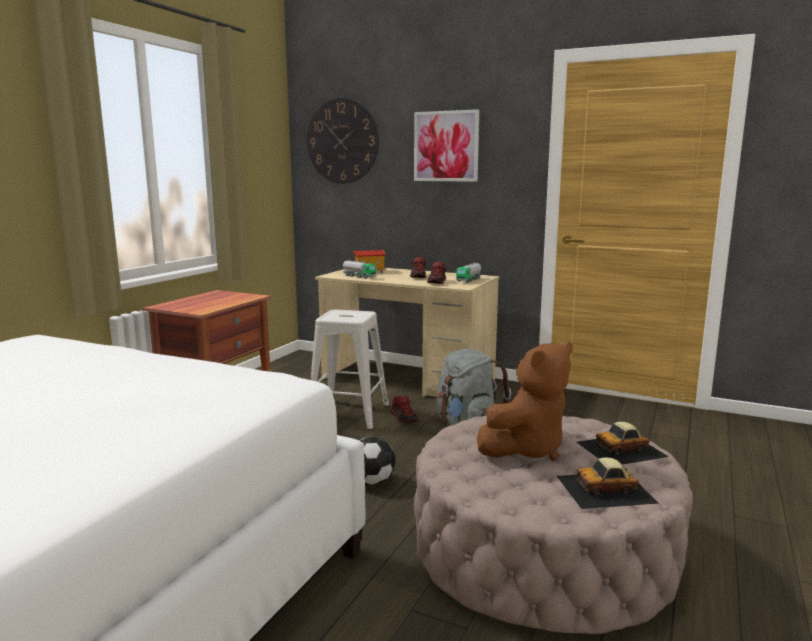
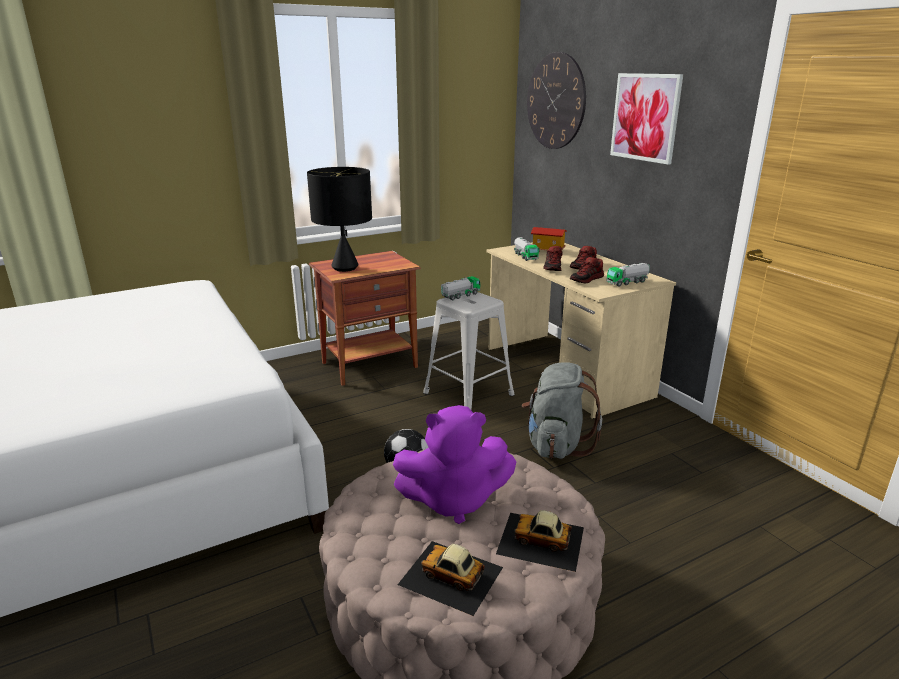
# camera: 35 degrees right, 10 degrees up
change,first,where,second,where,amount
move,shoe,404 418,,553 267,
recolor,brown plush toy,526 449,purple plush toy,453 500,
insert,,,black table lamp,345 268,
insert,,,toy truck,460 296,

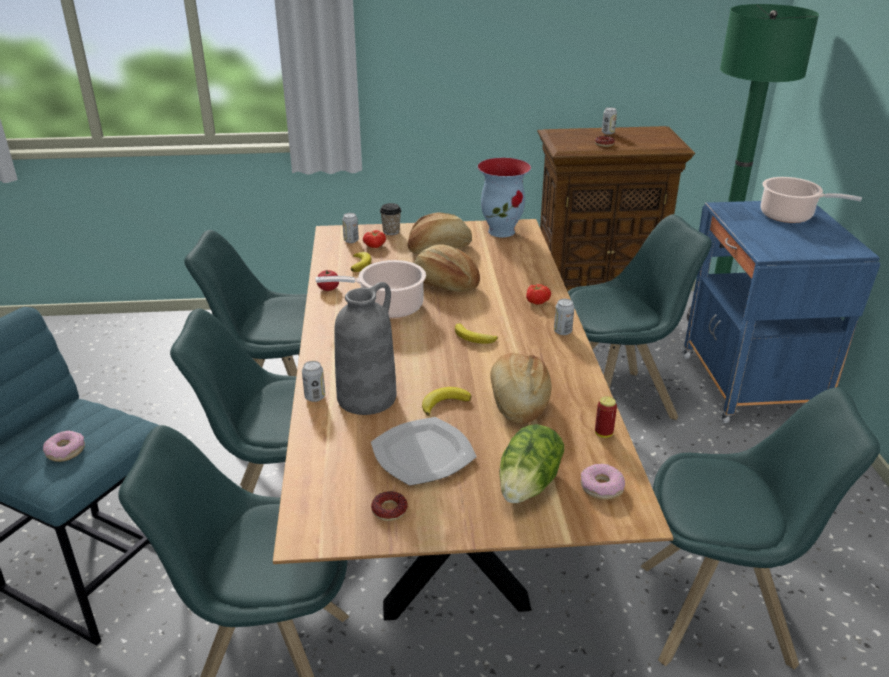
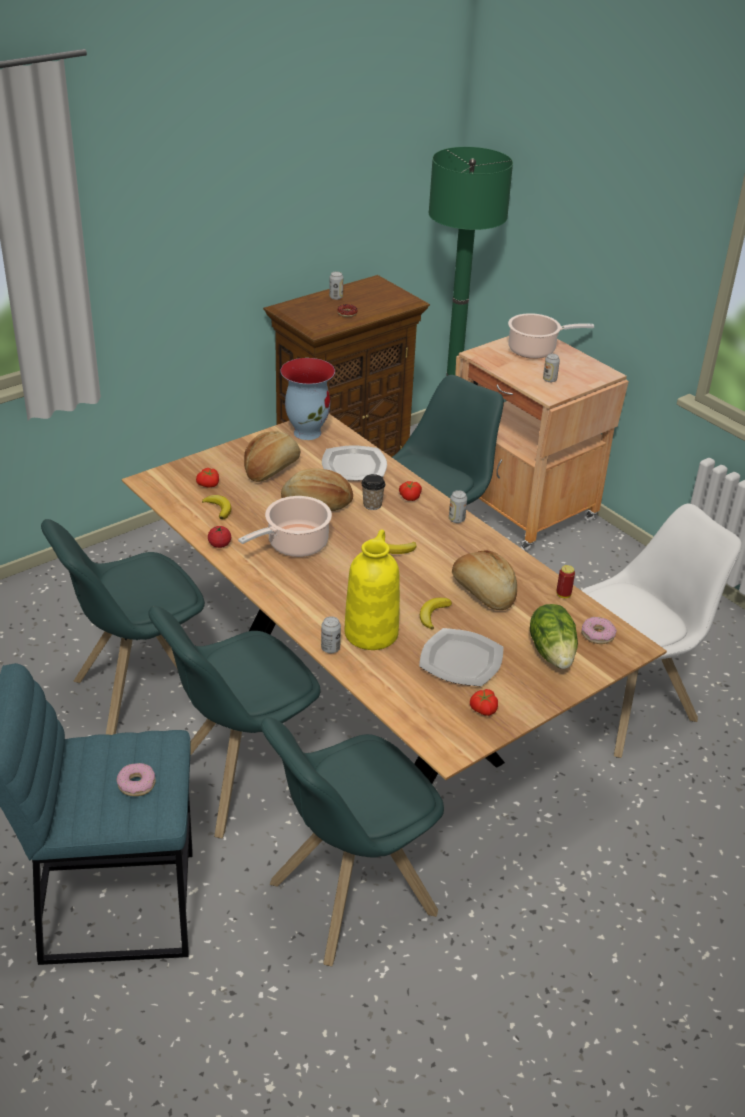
# camera: 35 degrees left, 5 degrees up
change,first,where,second,where,amount
recolor,grey vase,367 397,yellow vase,371 632,
move,can,351 240,,549 379,
replace,donut,389 510,tomato,483 709,
move,cup,391 231,,372 505,
recolor,turquoise chair,716 615,white chair,627 707,
recolor,blue cart,750 389,brown cart,523 512,
insert,,,plate,355 466,

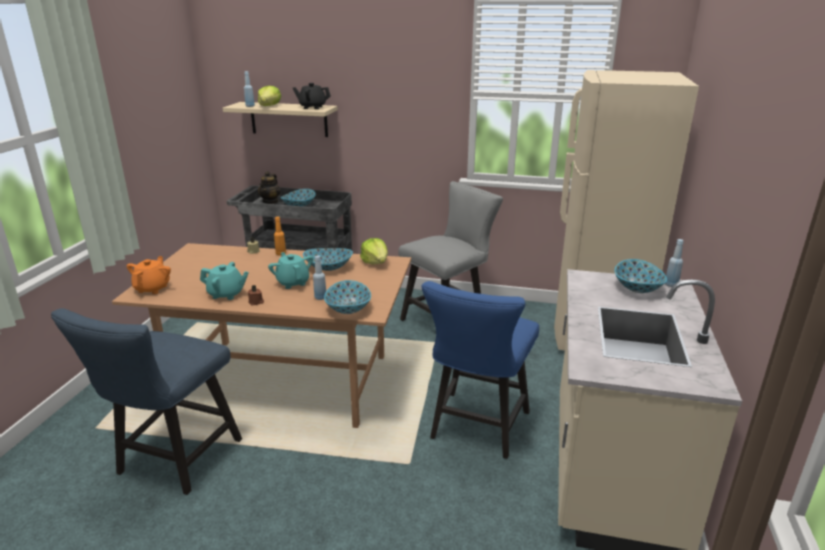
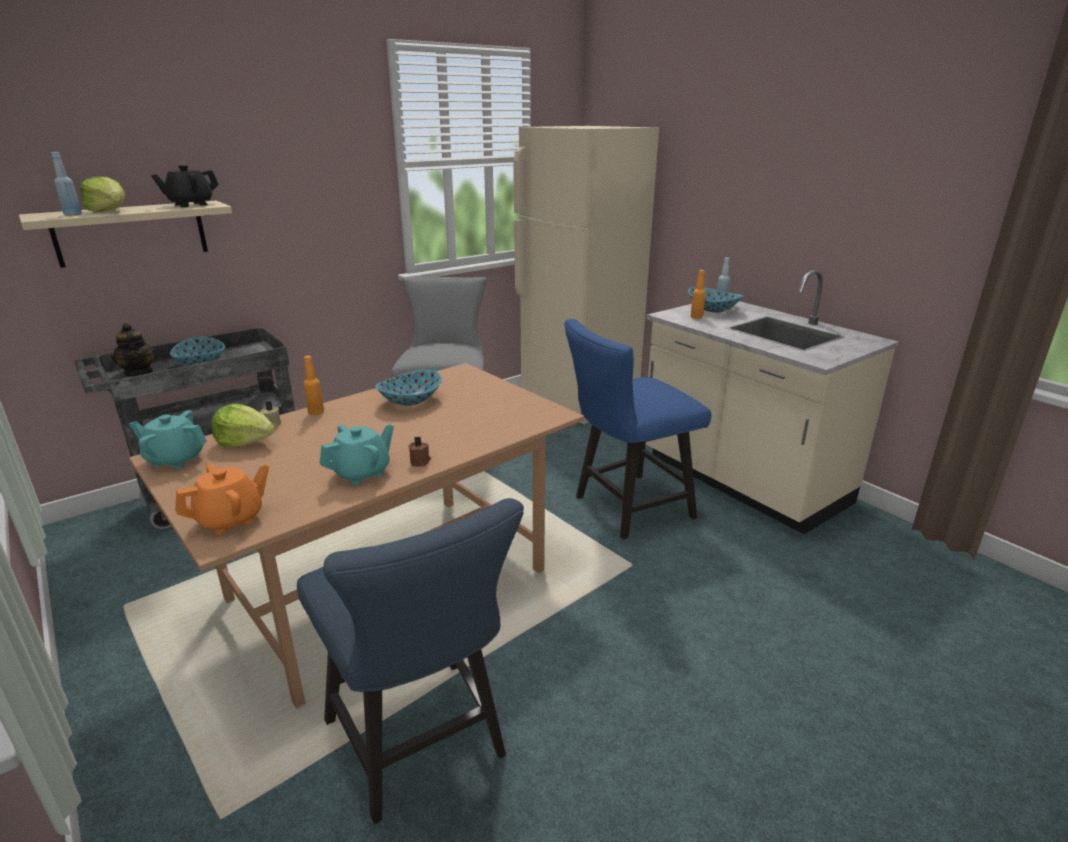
# camera: 50 degrees left, 0 degrees up
change,first,where,second,where,amount
rotate,orange teapot,153 288,,231 519,90 degrees clockwise
move,turquoise teapot,293 282,,175 460,
delete,blue bottle,320 297,,,
delete,bowl,349 309,,,
move,lettuce,375 262,,245 441,
rotate,blue chair,476 429,,626 508,90 degrees clockwise
insert,,,orange bottle,696 317,

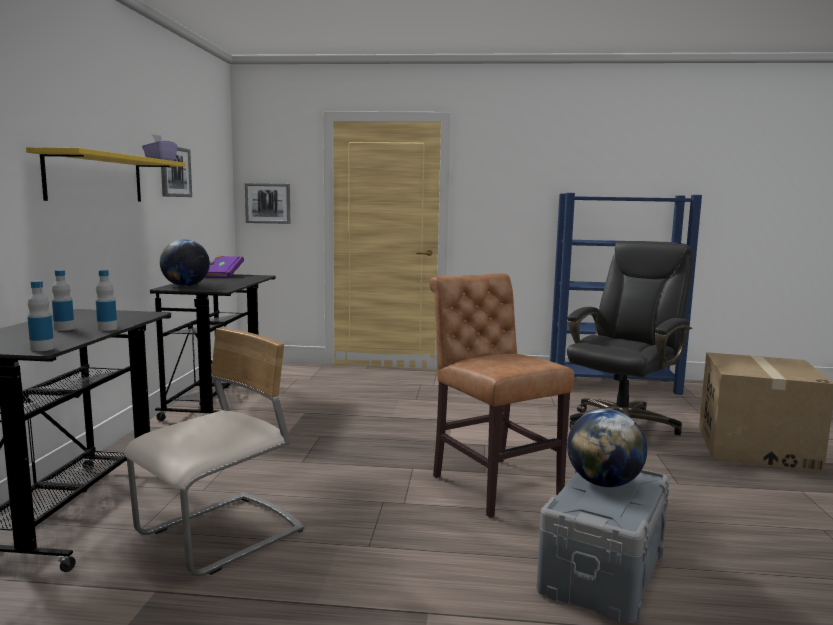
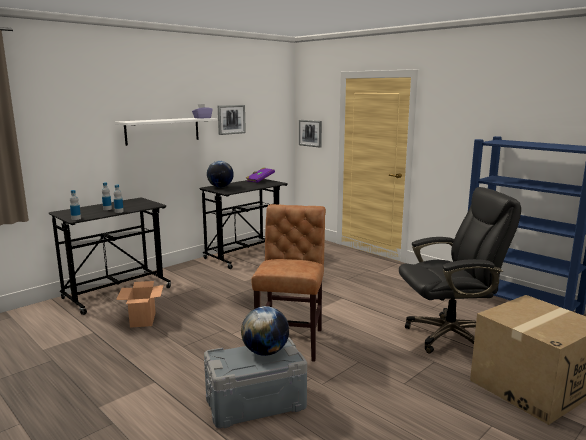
# camera: 40 degrees right, 5 degrees up
change,first,where,second,where,amount
recolor,yellow shelf,96 178,white shelf,163 130,
replace,beige chair,221 535,cardboard box,143 320,

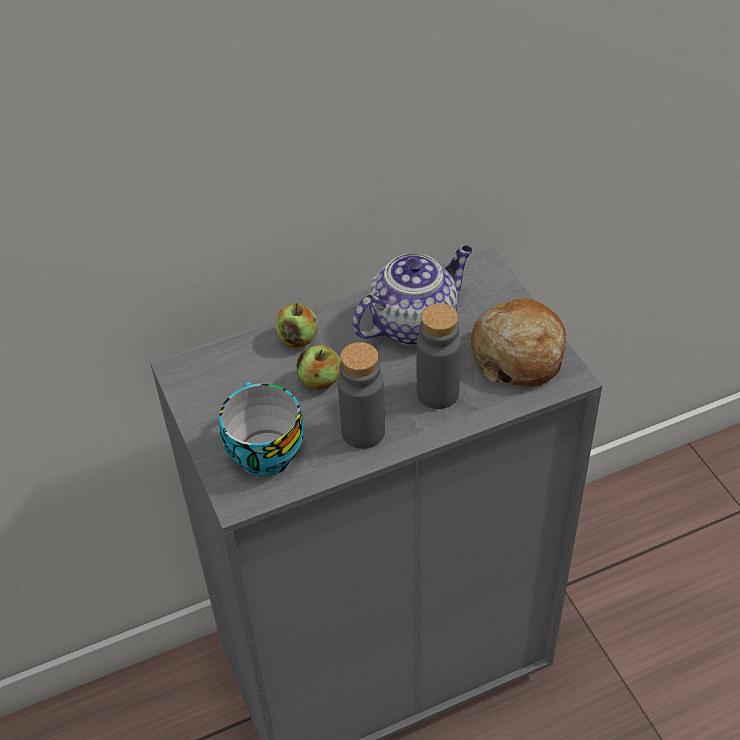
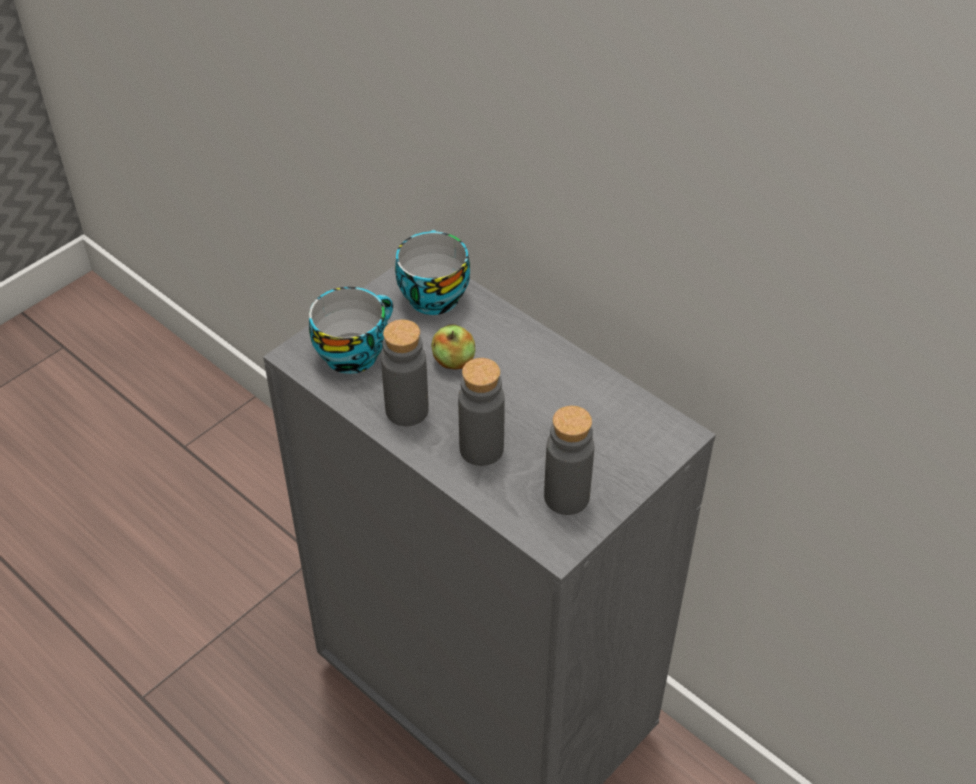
# camera: 65 degrees right, 0 degrees up
change,first,where,second,where,amount
delete,apple,298 339,,,
delete,teapot,414 323,,,
replace,bread,518 354,grey bottle,566 497,
insert,,,cup,431 295,

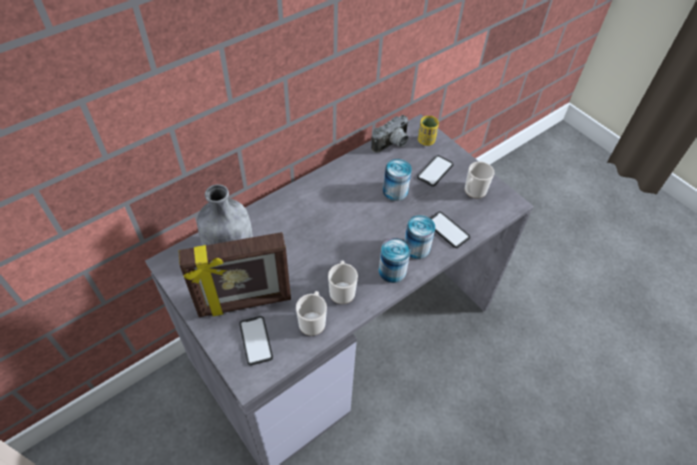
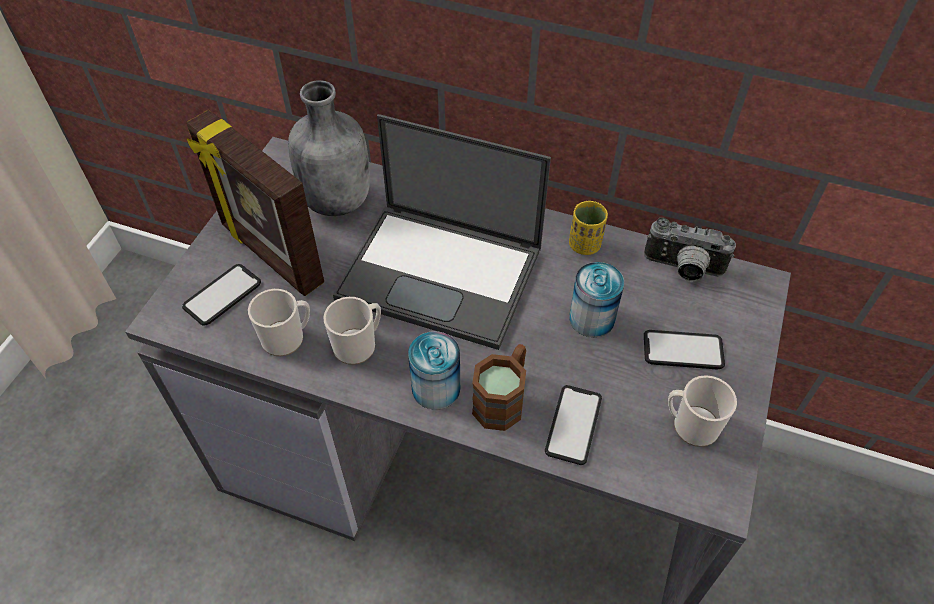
# camera: 60 degrees right, 0 degrees up
change,first,where,second,where,amount
replace,can,416 248,brown mug,503 399,
move,yellow cup,426 141,,584 245,
insert,,,laptop,443 273,

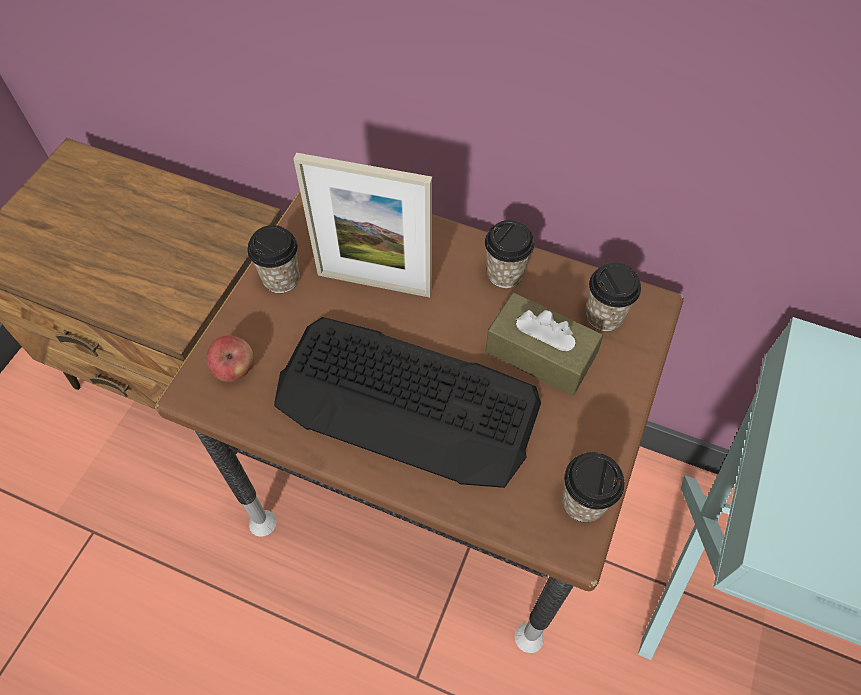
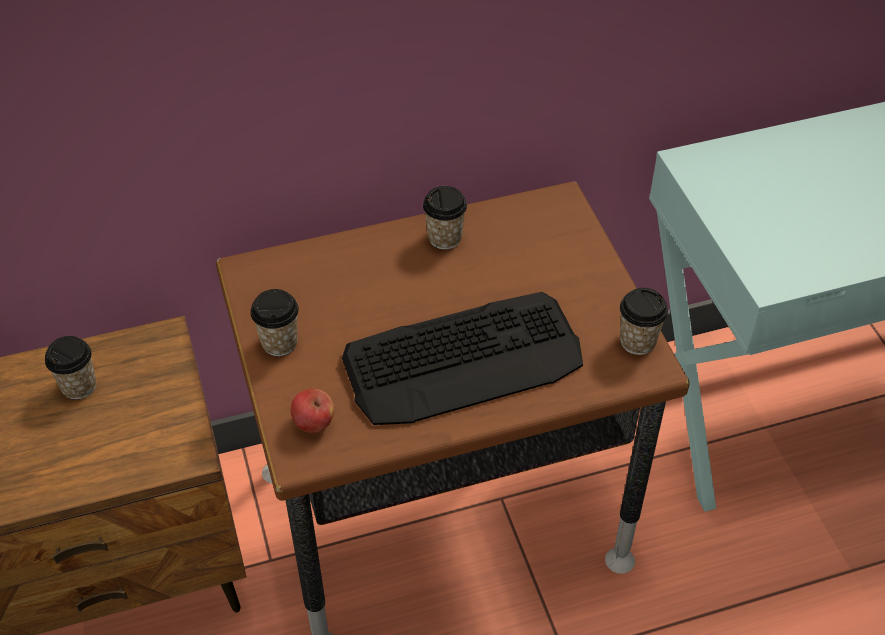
# camera: 40 degrees left, 10 degrees down
change,first,where,second,where,amount
delete,picture frame,374 283,,,
delete,brown tissue box,540 355,,,
move,cup,604 316,,79 386,

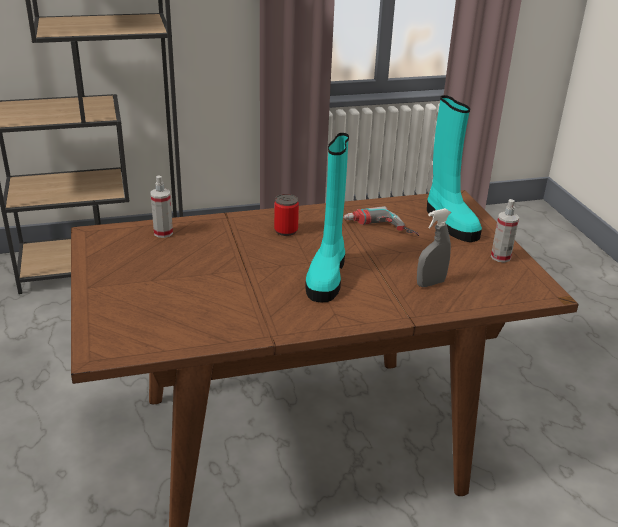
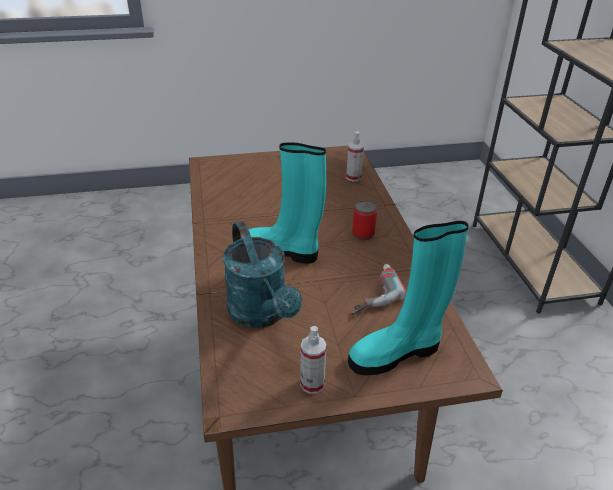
# camera: 95 degrees right, 5 degrees up
change,first,where,second,where,amount
replace,grey spray bottle,430 283,turquoise watering can,262 314,

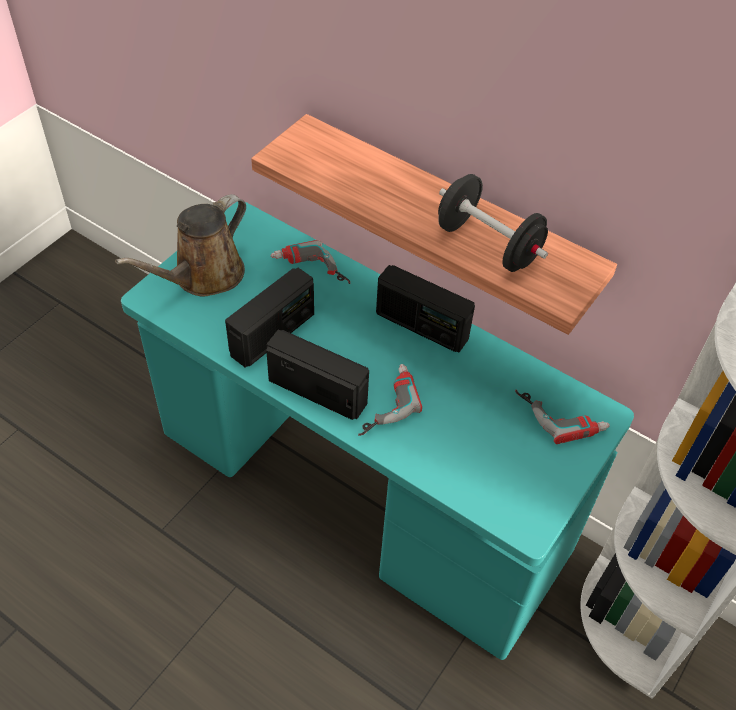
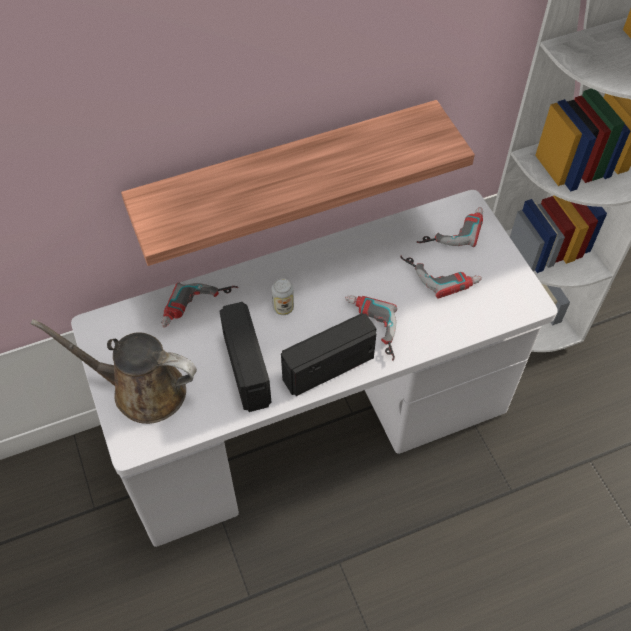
# camera: 55 degrees left, 5 degrees up
change,first,where,second,where,amount
rotate,brown watering can,203 276,,141 390,120 degrees clockwise
recolor,turquoise desk,361 491,white desk,315 424,
delete,radio,421 326,,,
delete,black dumbbell,488 244,,,
insert,,,can,283 308,
insert,,,power drill,440 272,

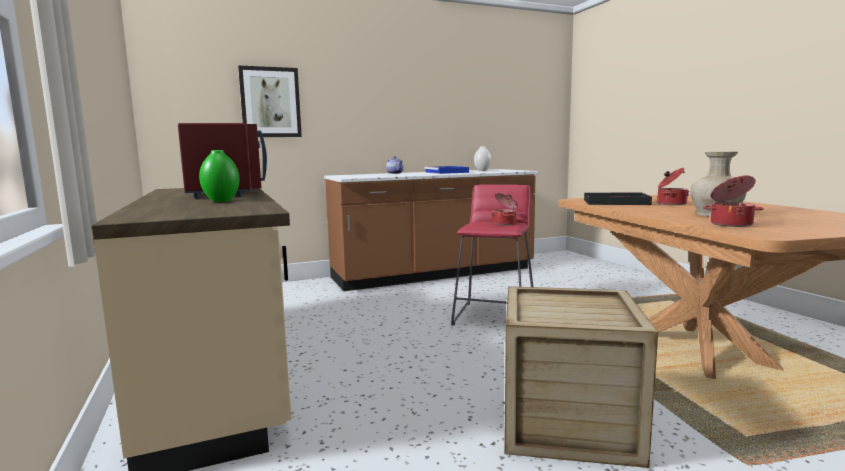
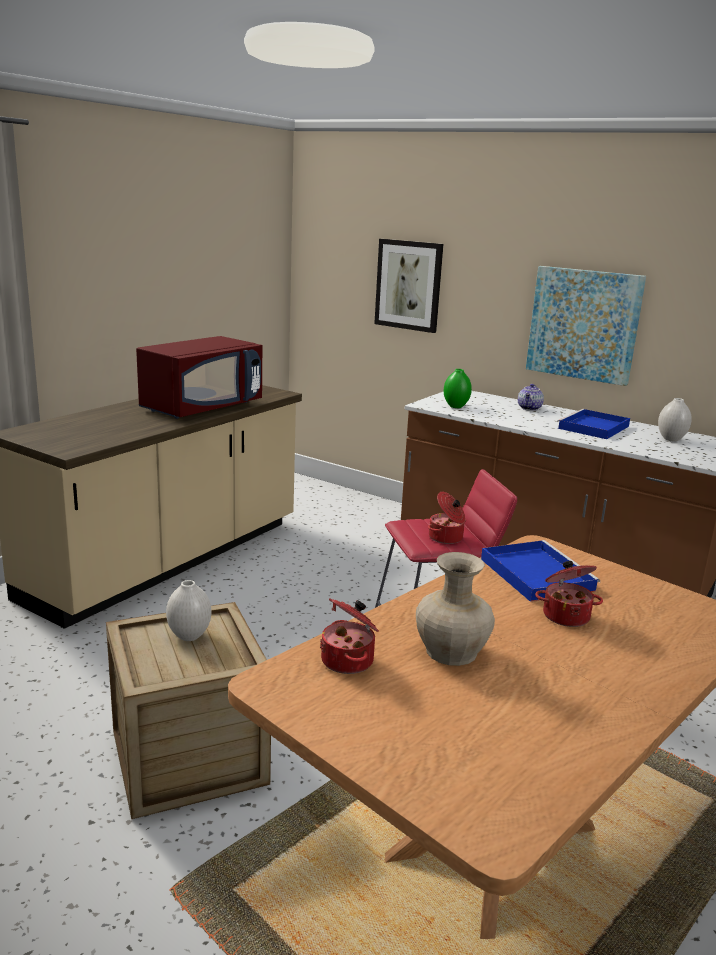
# camera: 55 degrees right, 10 degrees up
change,first,where,second,where,amount
move,green vase,222 201,,456 406,
recolor,black tray,614 202,blue tray,535 573,
insert,,,white vase,189 636,
insert,,,picture,583 324,

